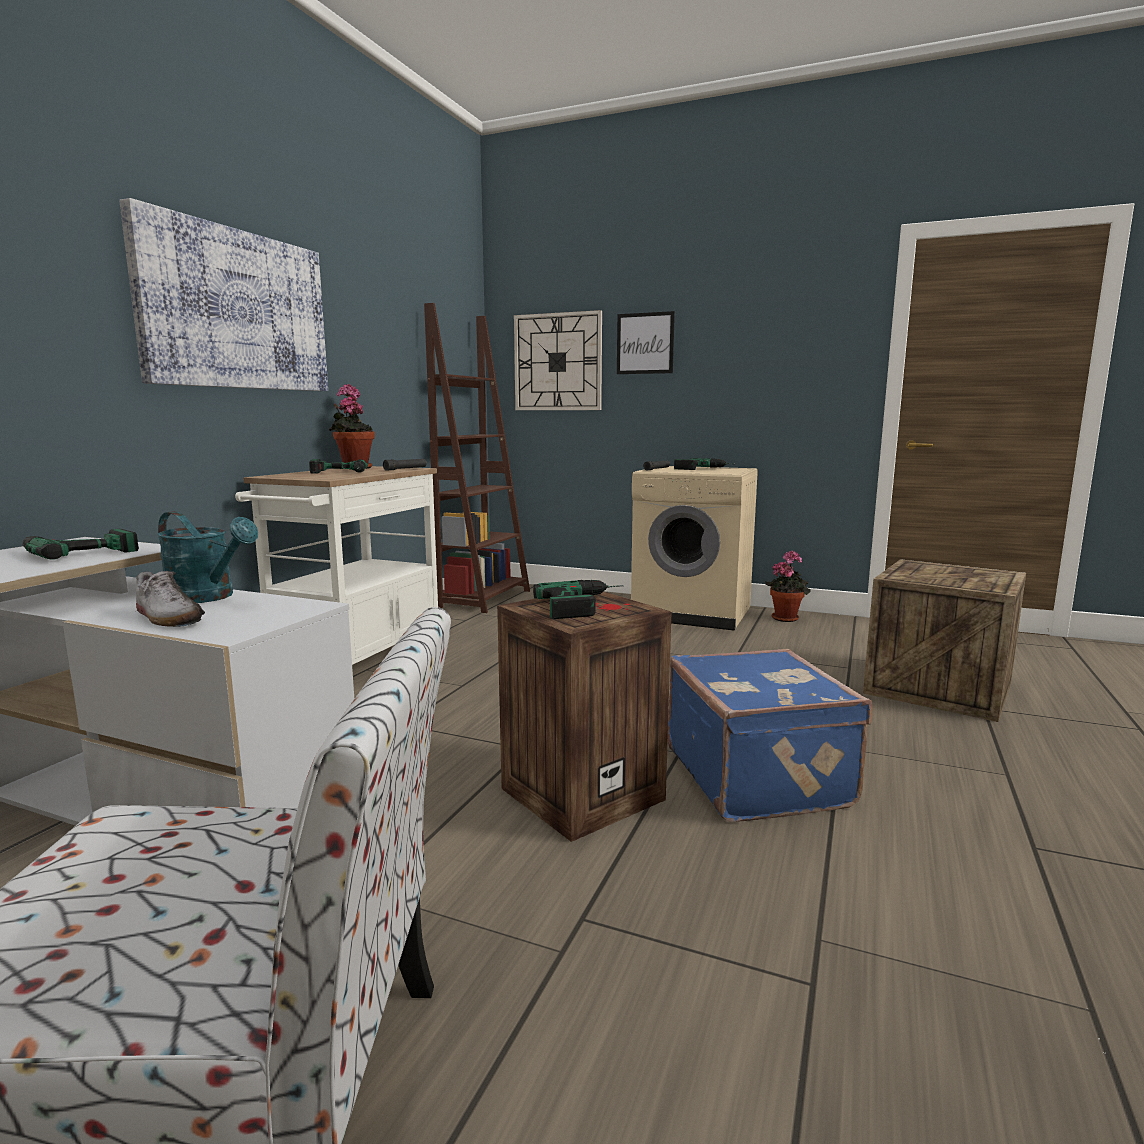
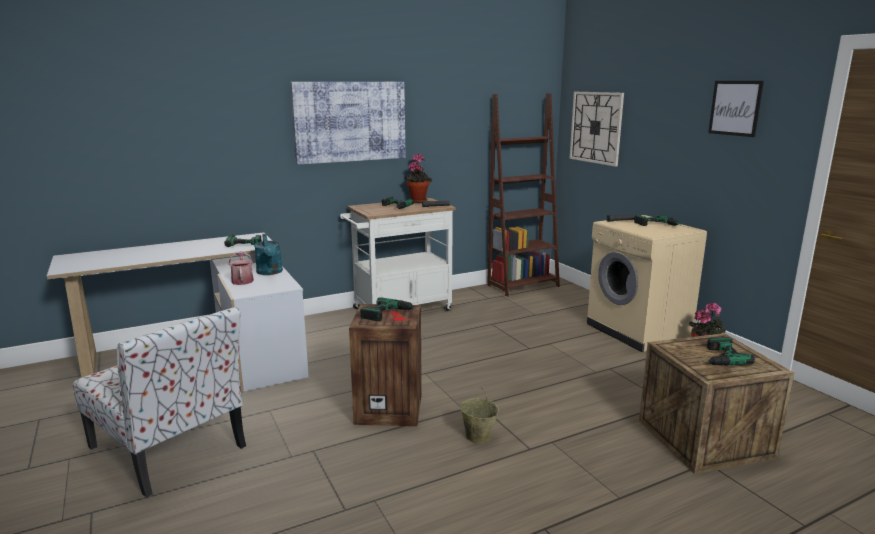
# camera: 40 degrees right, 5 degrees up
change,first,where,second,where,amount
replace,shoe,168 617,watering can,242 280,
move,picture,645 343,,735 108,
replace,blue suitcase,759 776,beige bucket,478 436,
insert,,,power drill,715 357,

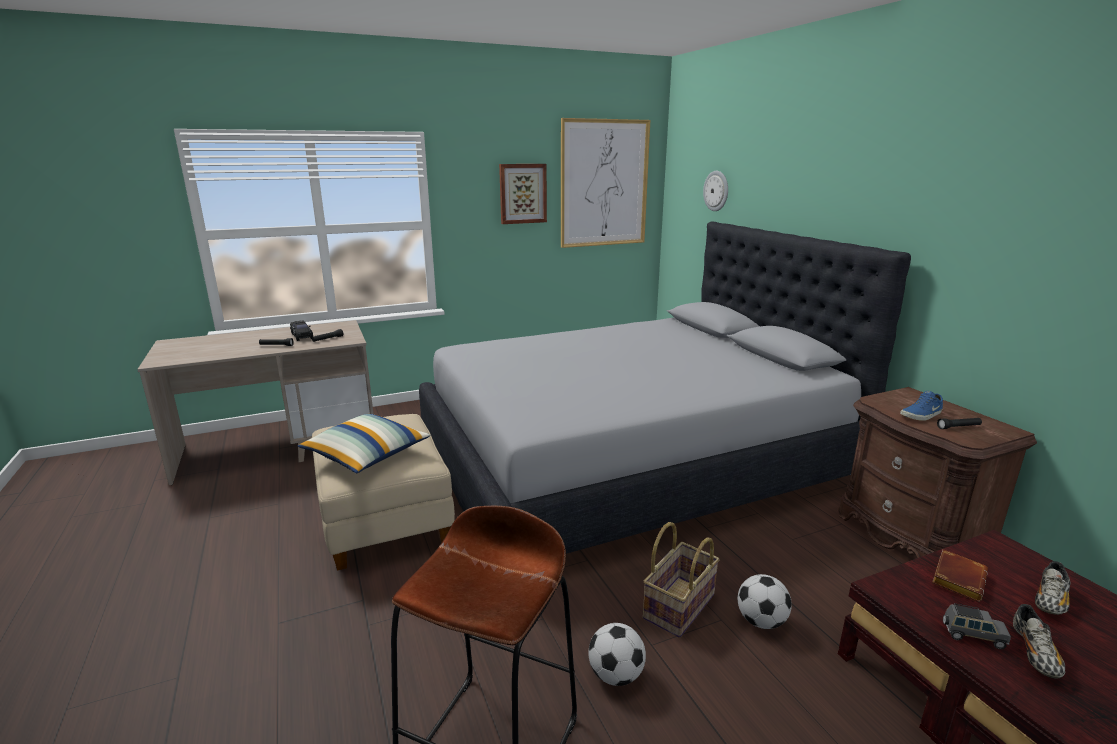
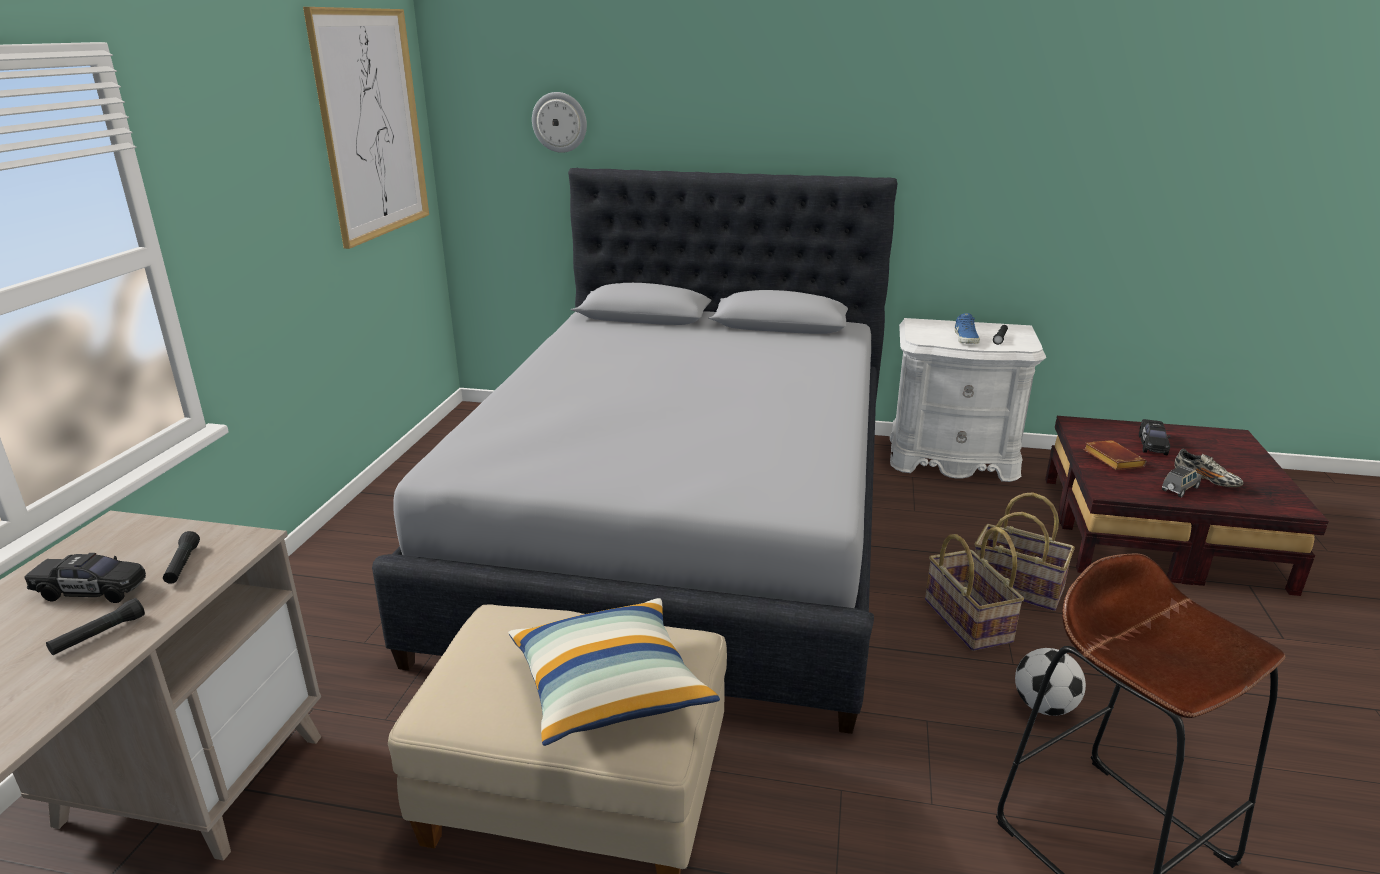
# camera: 55 degrees left, 5 degrees up
change,first,where,second,where,amount
delete,picture,522 193,,,
replace,football,761 621,basket,1017 587,
recolor,brown nightstand,908 535,white nightstand,954 460,
replace,shoe,1050 600,black toy car,1152 445,

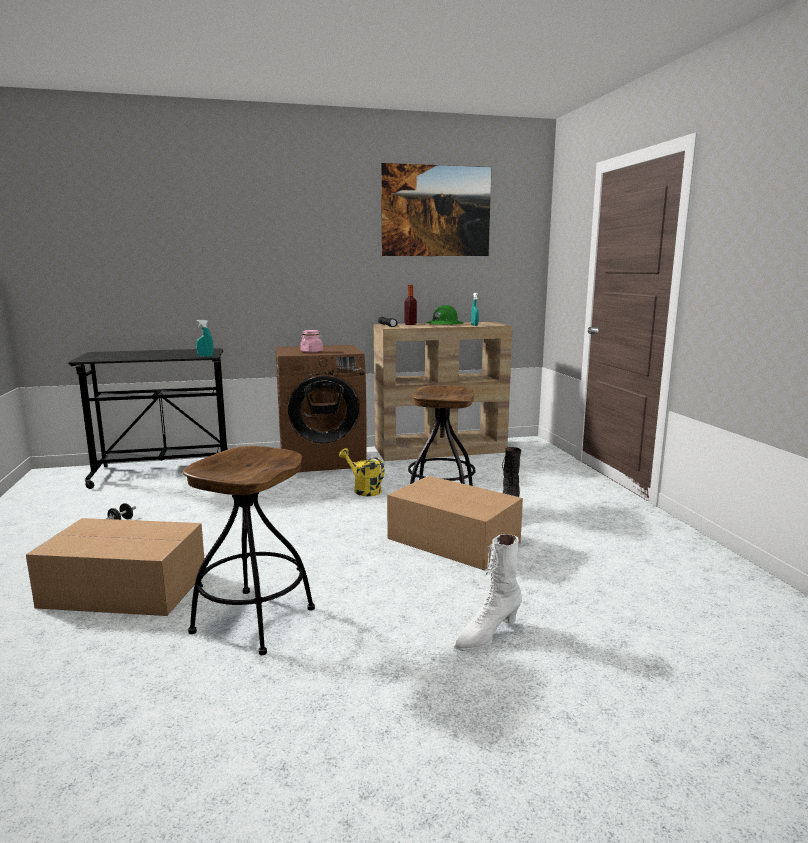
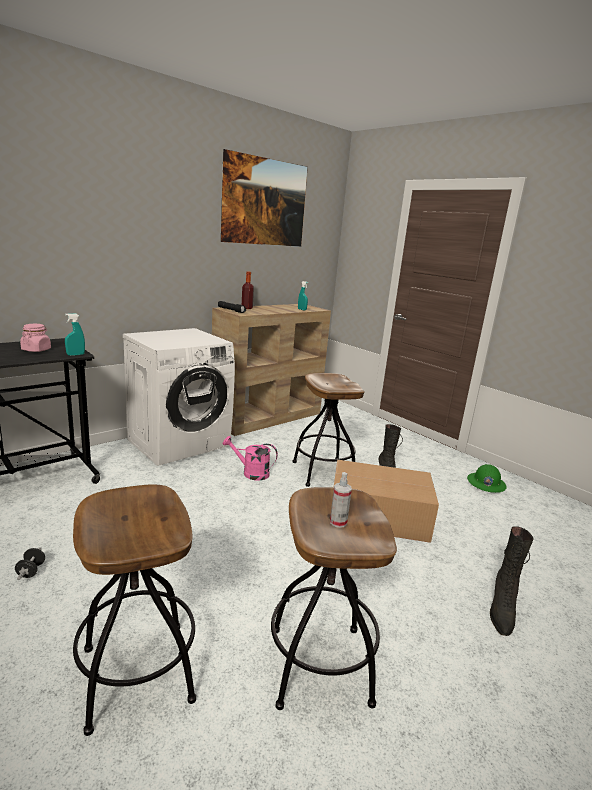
# camera: 30 degrees left, 5 degrees up
change,first,where,second,where,amount
replace,cardboard box,123 588,brown stool,138 672,
recolor,brown washing machine,322 462,white washing machine,179 445,
move,pink jar,311 351,,36 350,
recolor,yellow watering can,363 490,pink watering can,251 473,
move,green hard hat,444 324,,485 483,
recolor,white boot,487 635,black boot,501 611,
insert,,,spray bottle,338 522,

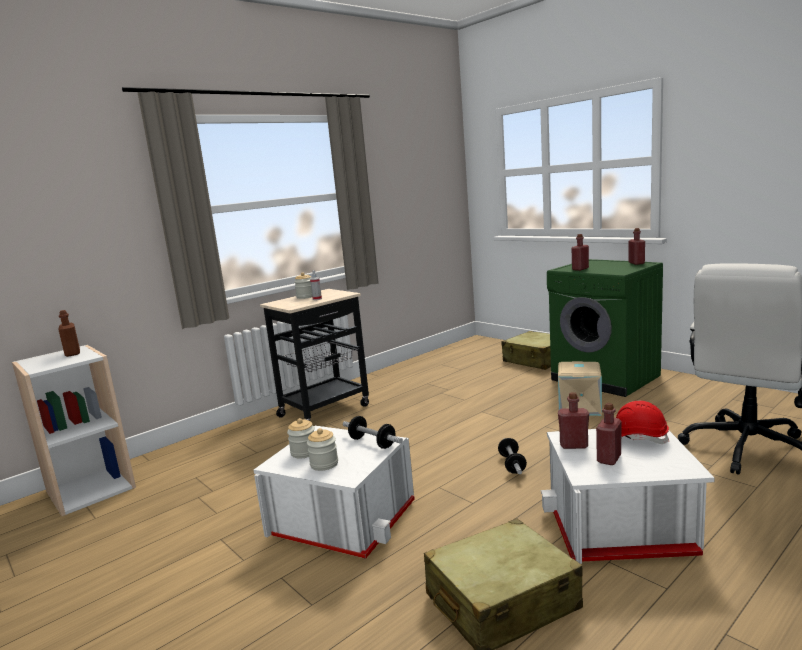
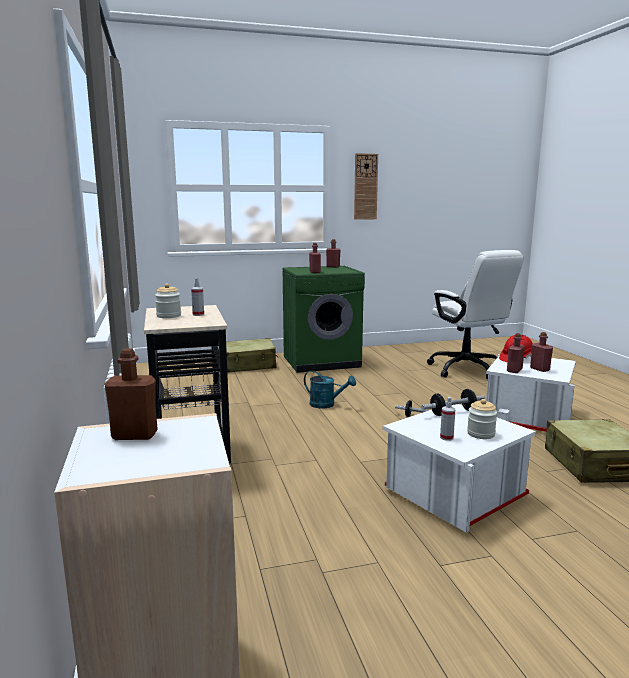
# camera: 65 degrees left, 0 degrees up
change,first,where,second,where,amount
replace,jar,304 452,spray bottle,446 437,
delete,beige storage box,580 407,,,
insert,,,turquoise watering can,326 404,
insert,,,wall clock,365 187,

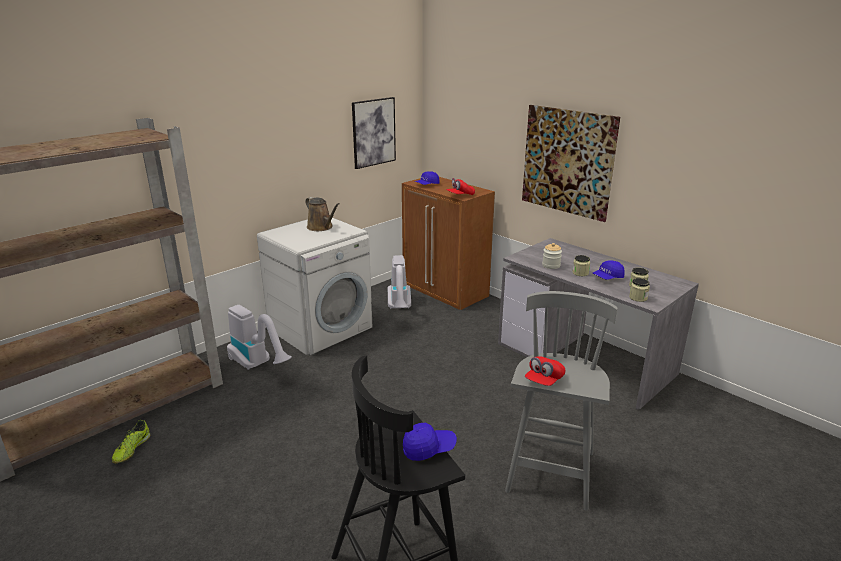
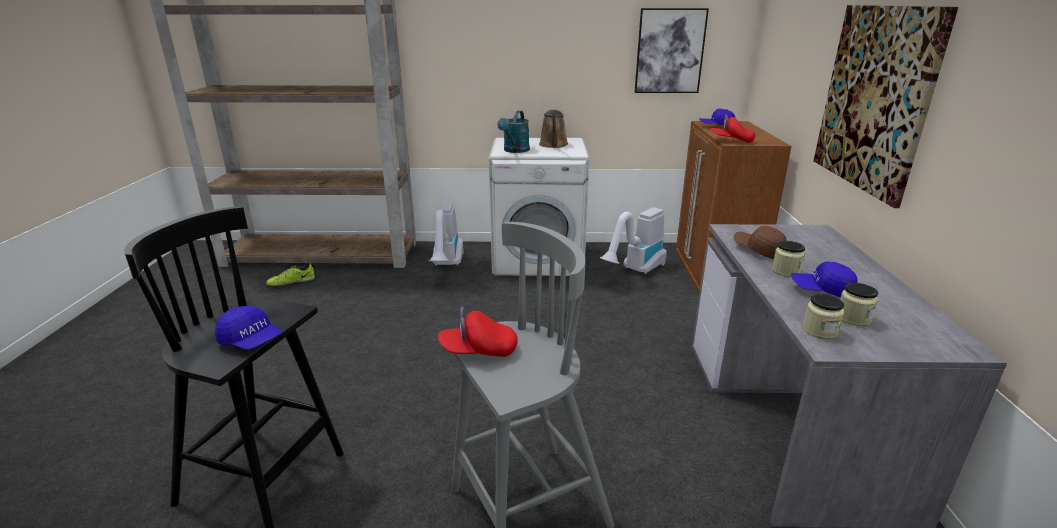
# camera: 45 degrees right, 0 degrees up
change,first,where,second,where,amount
replace,jar,551 265,brown cap,758 250,
insert,,,turquoise watering can,514 151,

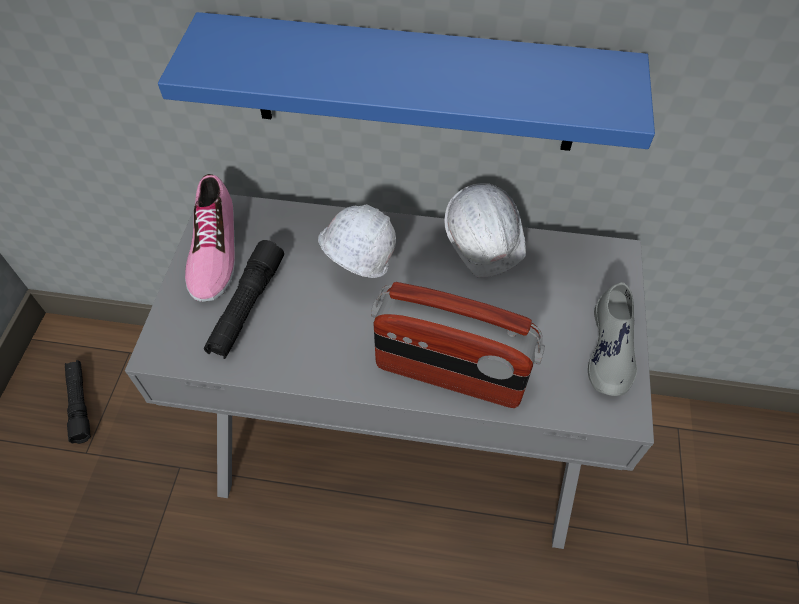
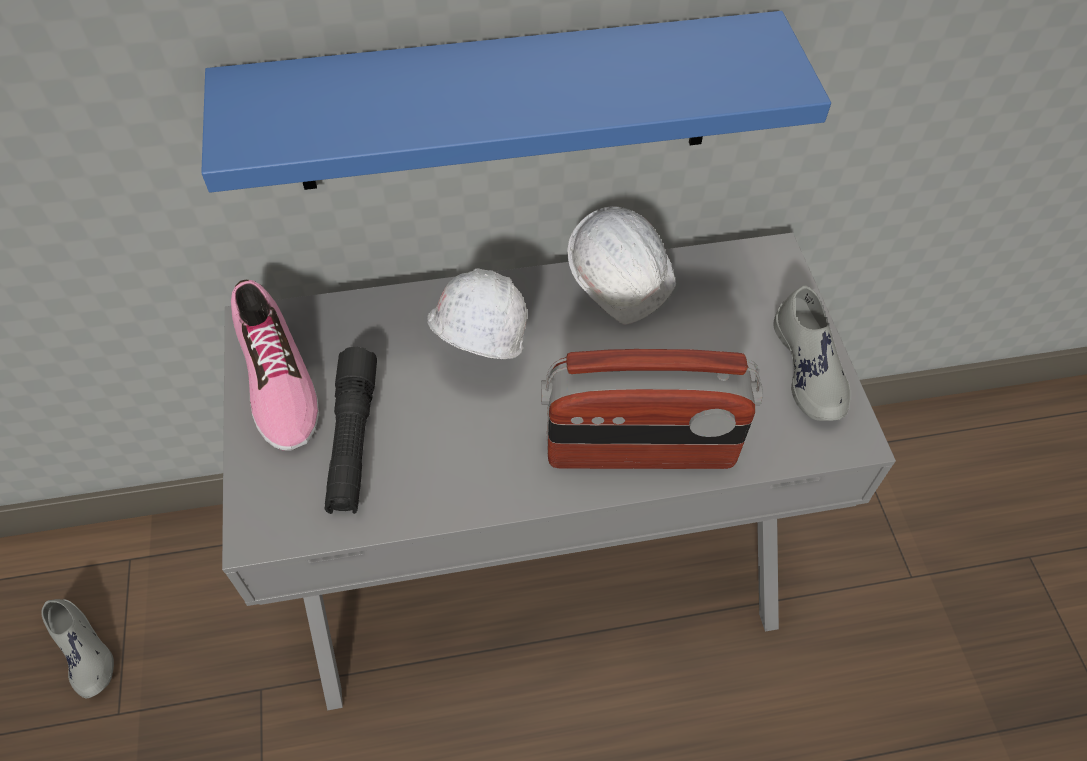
# camera: 20 degrees left, 0 degrees up
change,first,where,second,where,amount
replace,black flashlight,80 404,grey shoe,83 651,

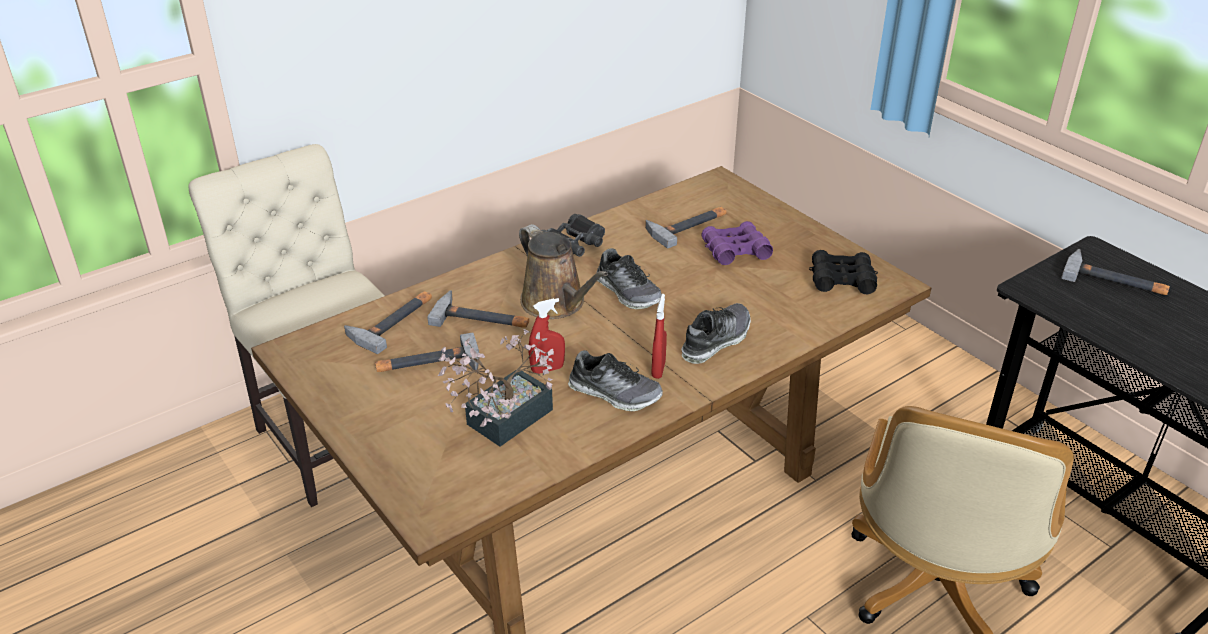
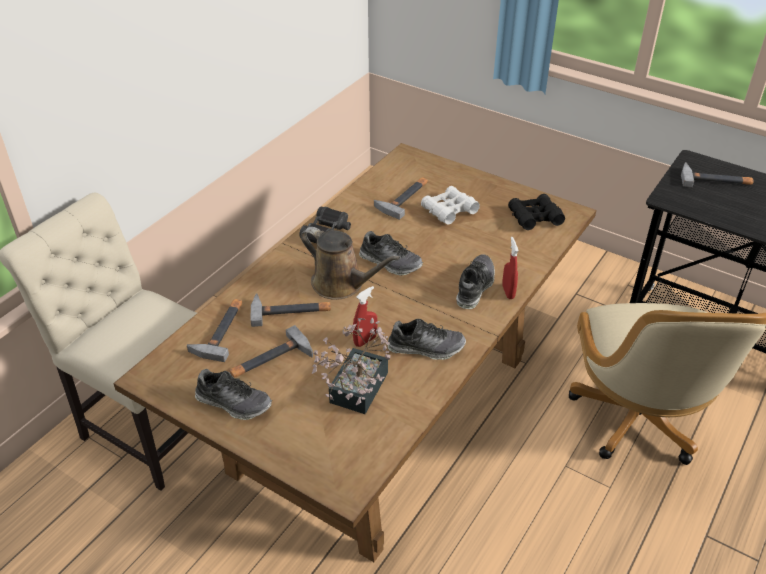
# camera: 20 degrees left, 5 degrees up
change,first,where,second,where,amount
move,red spray bottle,658 369,,508 292,
recolor,purple binoculars,735 250,white binoculars,449 210,
insert,,,shoe,234 403,

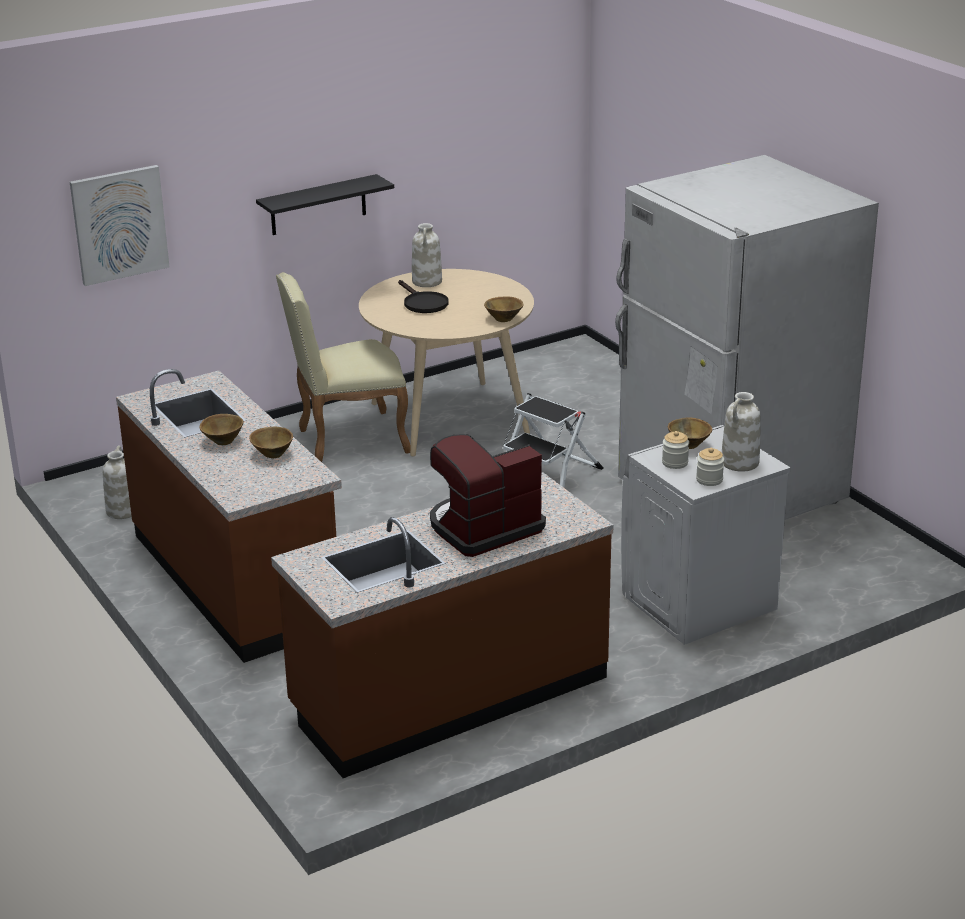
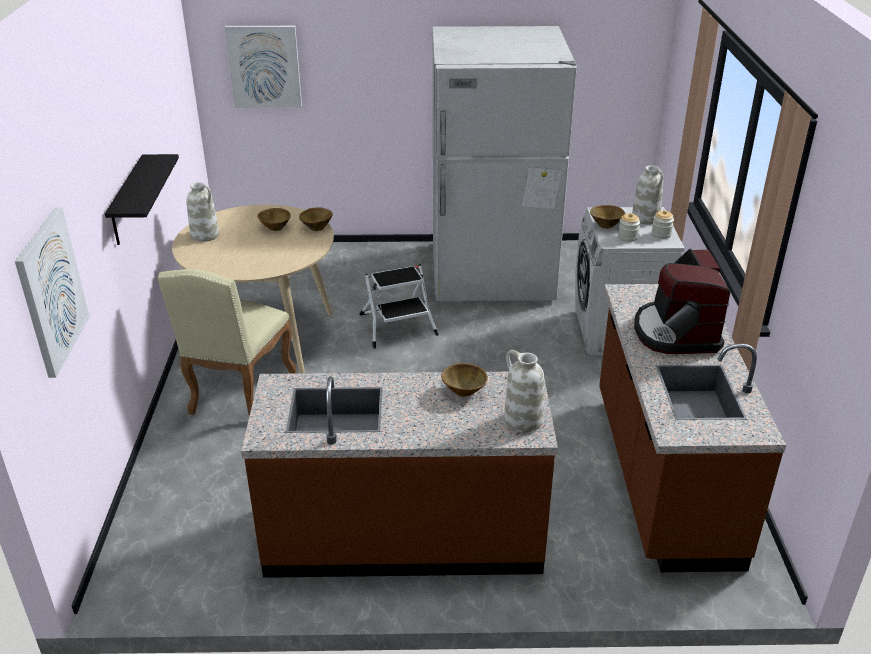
# camera: 60 degrees left, 5 degrees up
change,first,where,second,where,amount
move,white vase,122 511,,522 420,
move,brown bowl,223 440,,275 228,
delete,black frying pan,422 303,,,
insert,,,picture,264 66,

